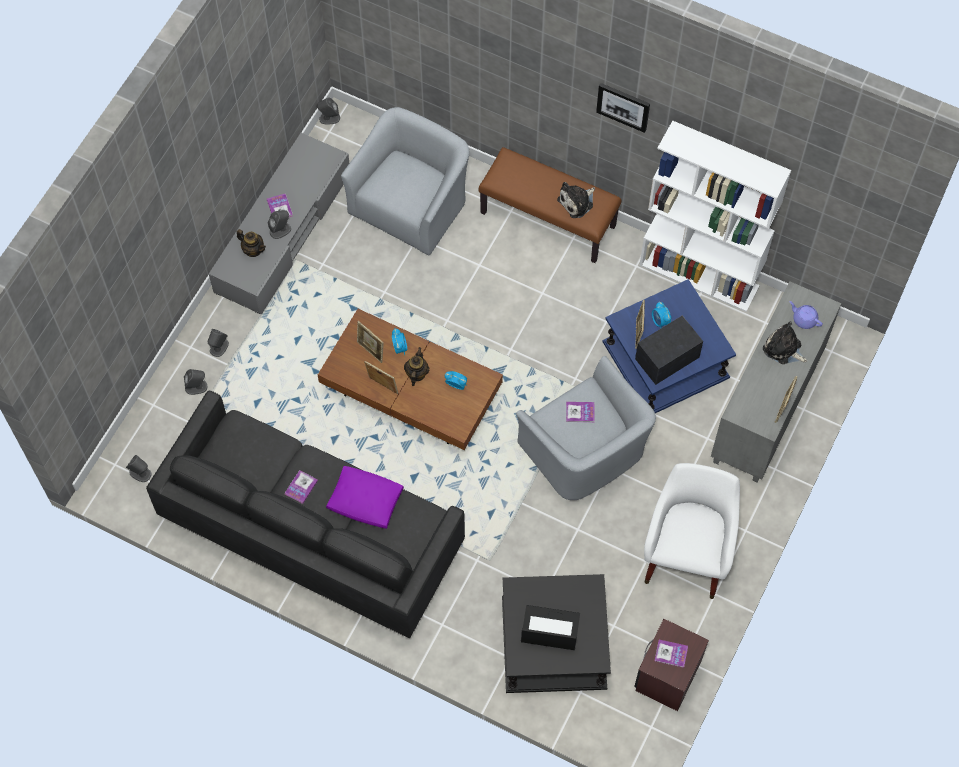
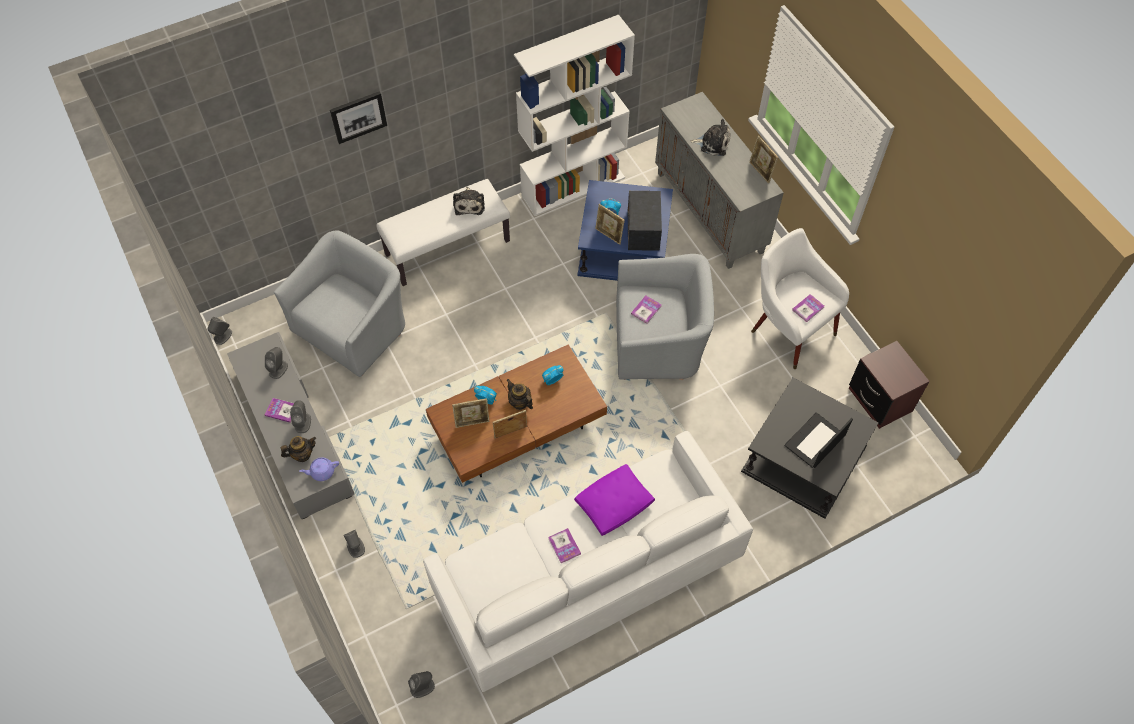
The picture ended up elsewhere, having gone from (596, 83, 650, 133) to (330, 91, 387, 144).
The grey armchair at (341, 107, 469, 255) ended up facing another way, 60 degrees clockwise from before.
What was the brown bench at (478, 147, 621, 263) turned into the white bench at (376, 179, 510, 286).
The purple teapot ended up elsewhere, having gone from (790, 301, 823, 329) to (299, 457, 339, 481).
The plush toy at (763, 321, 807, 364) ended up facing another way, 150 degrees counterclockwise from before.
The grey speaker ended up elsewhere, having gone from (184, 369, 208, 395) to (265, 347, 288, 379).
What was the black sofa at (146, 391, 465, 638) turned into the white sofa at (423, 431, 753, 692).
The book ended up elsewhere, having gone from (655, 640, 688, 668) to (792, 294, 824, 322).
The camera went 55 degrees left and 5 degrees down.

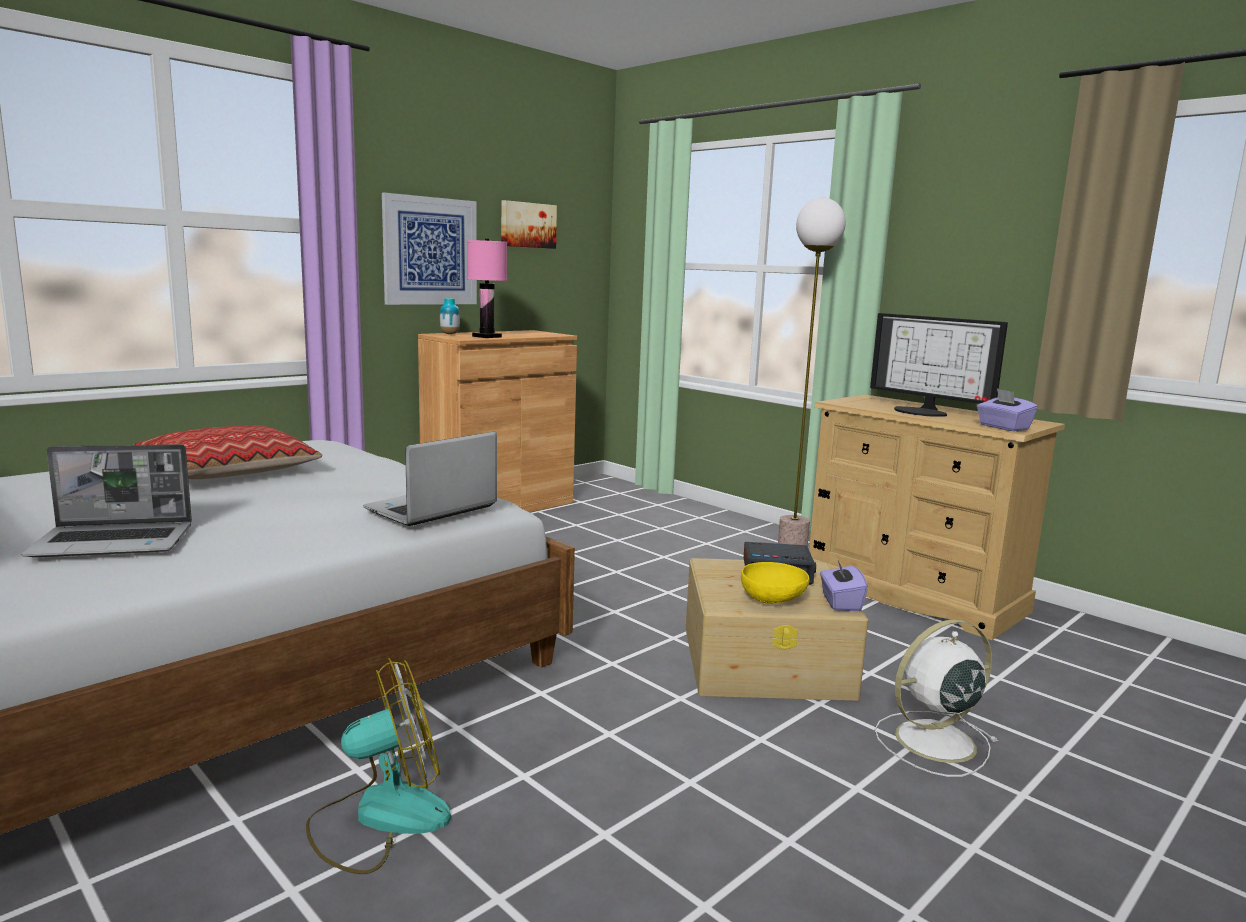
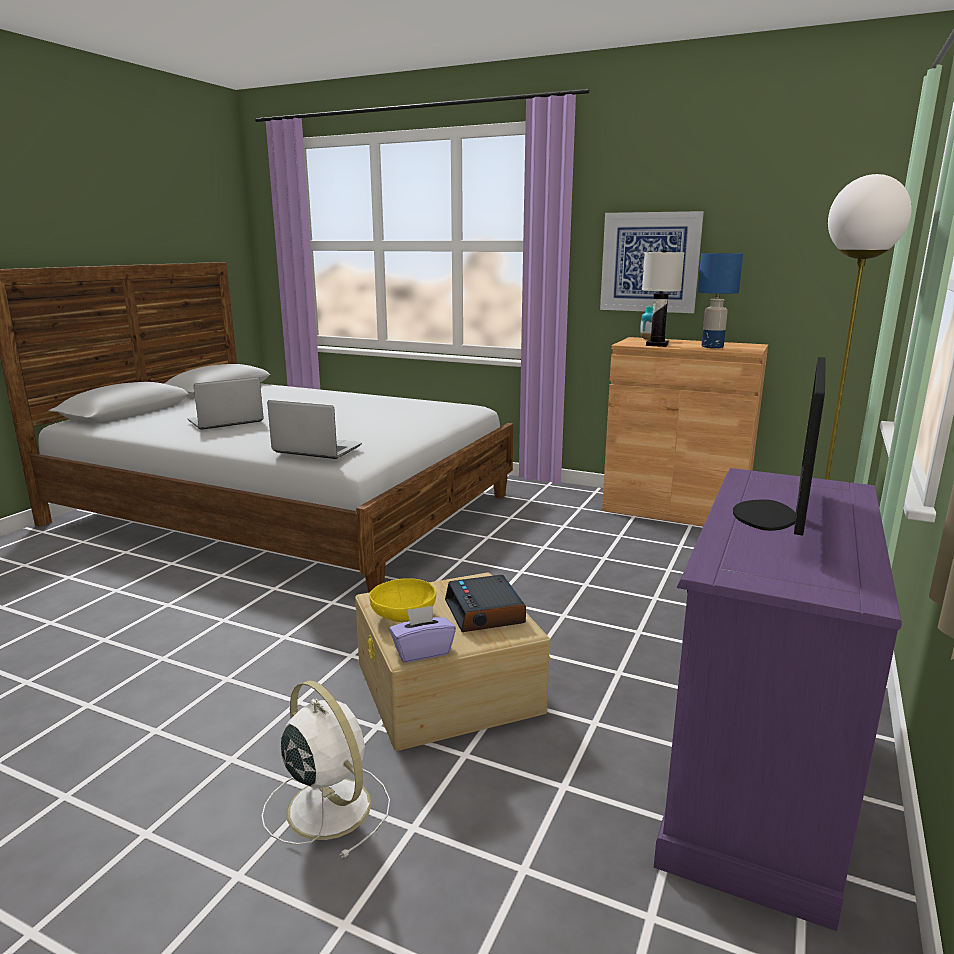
The second view lost the picture at (501, 200, 557, 249).
What was the pink table lamp at (467, 239, 507, 338) turned into the white table lamp at (642, 250, 684, 347).
The second view lost the purple tissue box at (977, 389, 1038, 431).
What was the beige dresser at (809, 394, 1065, 640) turned into the purple dresser at (654, 468, 902, 931).
The second view lost the pillow at (133, 425, 322, 479).
The laptop at (21, 444, 192, 557) ended up facing another way, 90 degrees clockwise from before.
The second view lost the fan at (306, 658, 451, 874).
The second view gained the blue table lamp at (698, 253, 743, 348).
The camera went 70 degrees right and 5 degrees up.

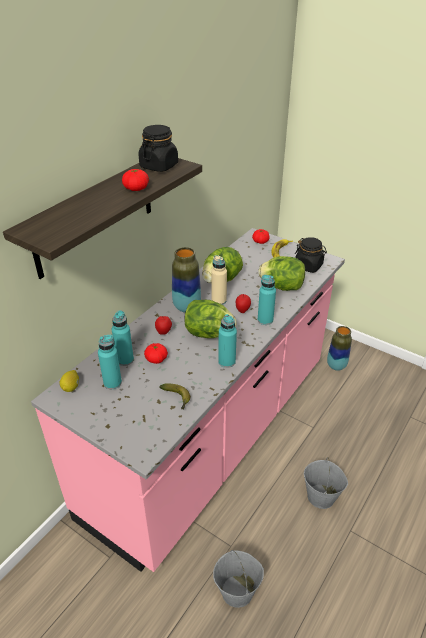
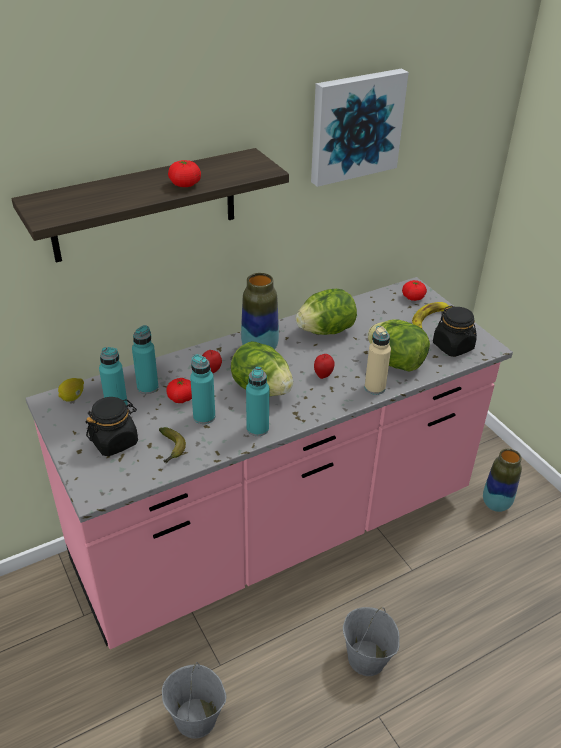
The black jar ended up elsewhere, having gone from (138, 125, 178, 172) to (86, 397, 138, 456).
The beige bottle ended up elsewhere, having gone from (211, 255, 227, 305) to (365, 326, 391, 395).
The turquoise bottle ended up elsewhere, having gone from (258, 275, 276, 325) to (190, 354, 215, 424).
The second view gained the picture at (311, 69, 409, 187).
The camera went 25 degrees right and 0 degrees up.

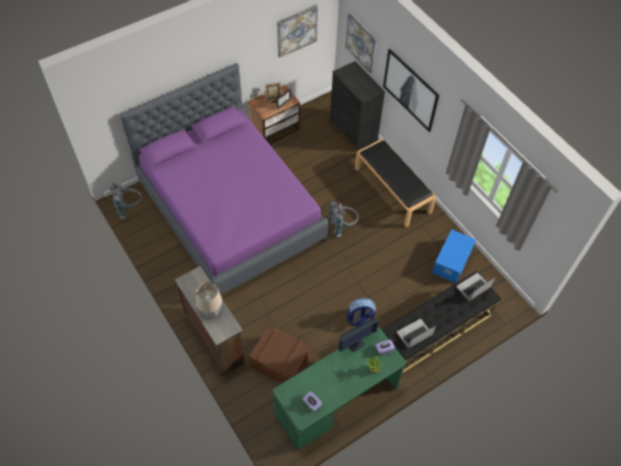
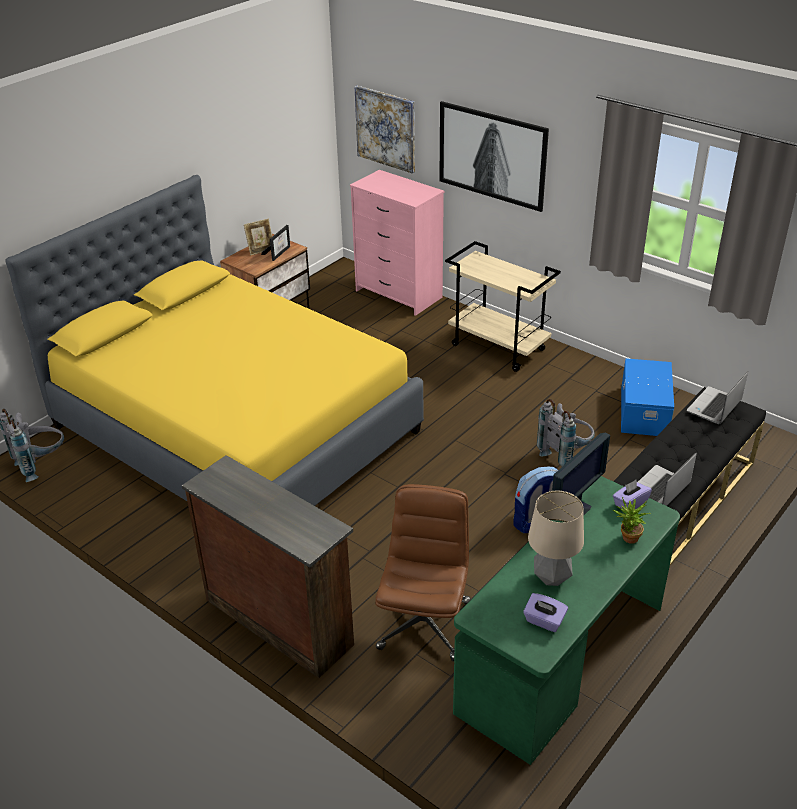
The second view lost the picture at (277, 5, 318, 58).
What was the black dresser at (330, 61, 385, 152) turned into the pink dresser at (350, 170, 444, 316).
What was the purple bed at (120, 63, 328, 296) turned into the yellow bed at (5, 175, 424, 506).
Where the black bench stood at (355, 138, 436, 228), the beige cart came to stand at (445, 241, 561, 372).
The grey backpack ended up elsewhere, having gone from (329, 200, 359, 237) to (537, 399, 595, 468).
The table lamp ended up elsewhere, having gone from (196, 282, 222, 318) to (528, 490, 584, 586).
Where the brown storage box stood at (249, 325, 312, 384), the brown office chair came to stand at (375, 484, 471, 661).
The camera went 15 degrees left and 20 degrees down.

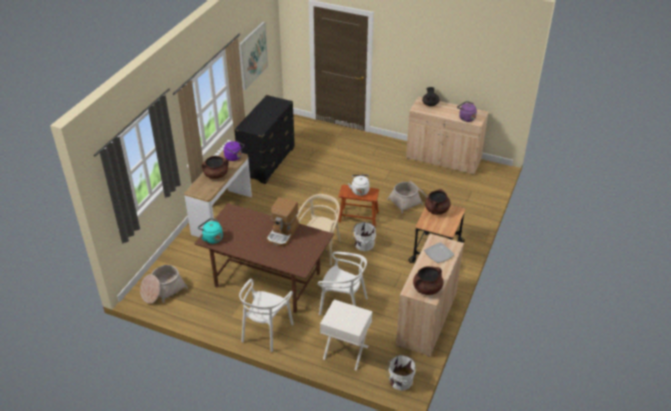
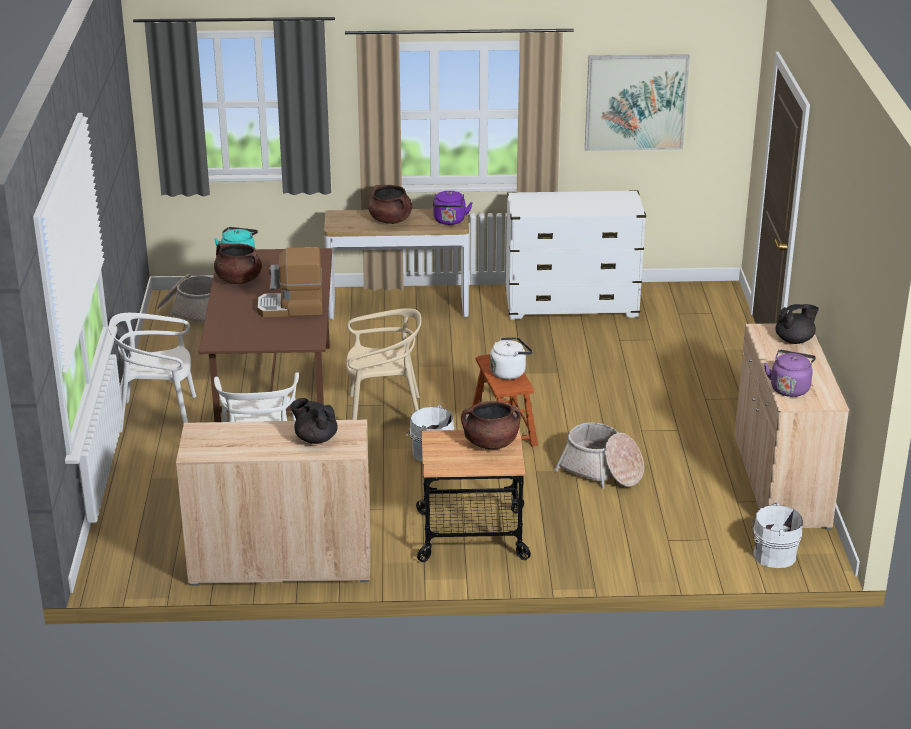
What was the black dresser at (234, 95, 295, 184) turned into the white dresser at (505, 190, 646, 319).
Where the plate stood at (424, 242, 455, 263), the black teapot came to stand at (290, 398, 338, 444).
The brown cooking pot ended up elsewhere, having gone from (413, 266, 443, 295) to (214, 243, 262, 284).
The second view lost the white nightstand at (320, 299, 372, 370).
The white bucket ended up elsewhere, having gone from (387, 355, 416, 391) to (752, 503, 803, 568).
The camera went 65 degrees right and 10 degrees down.

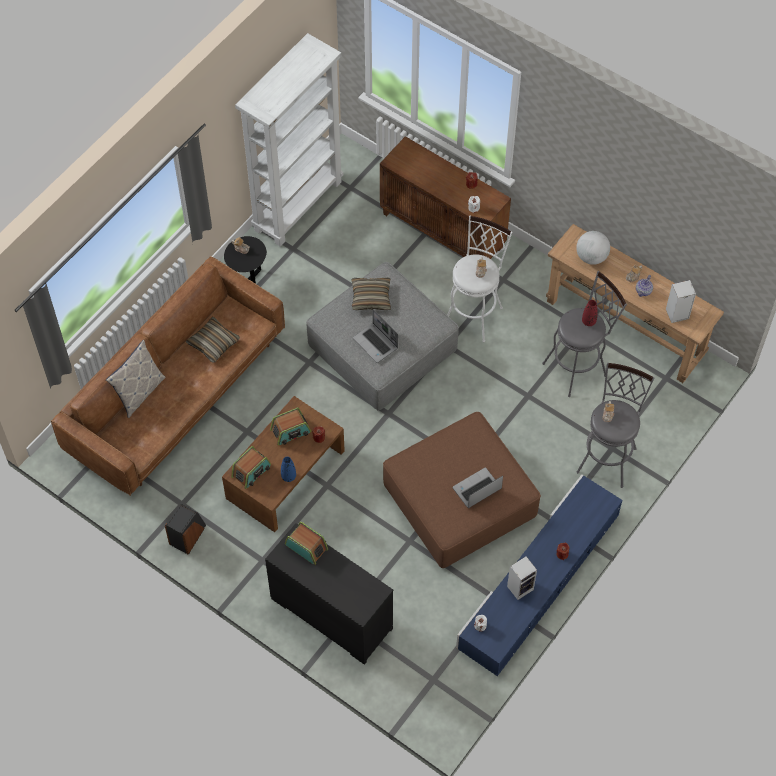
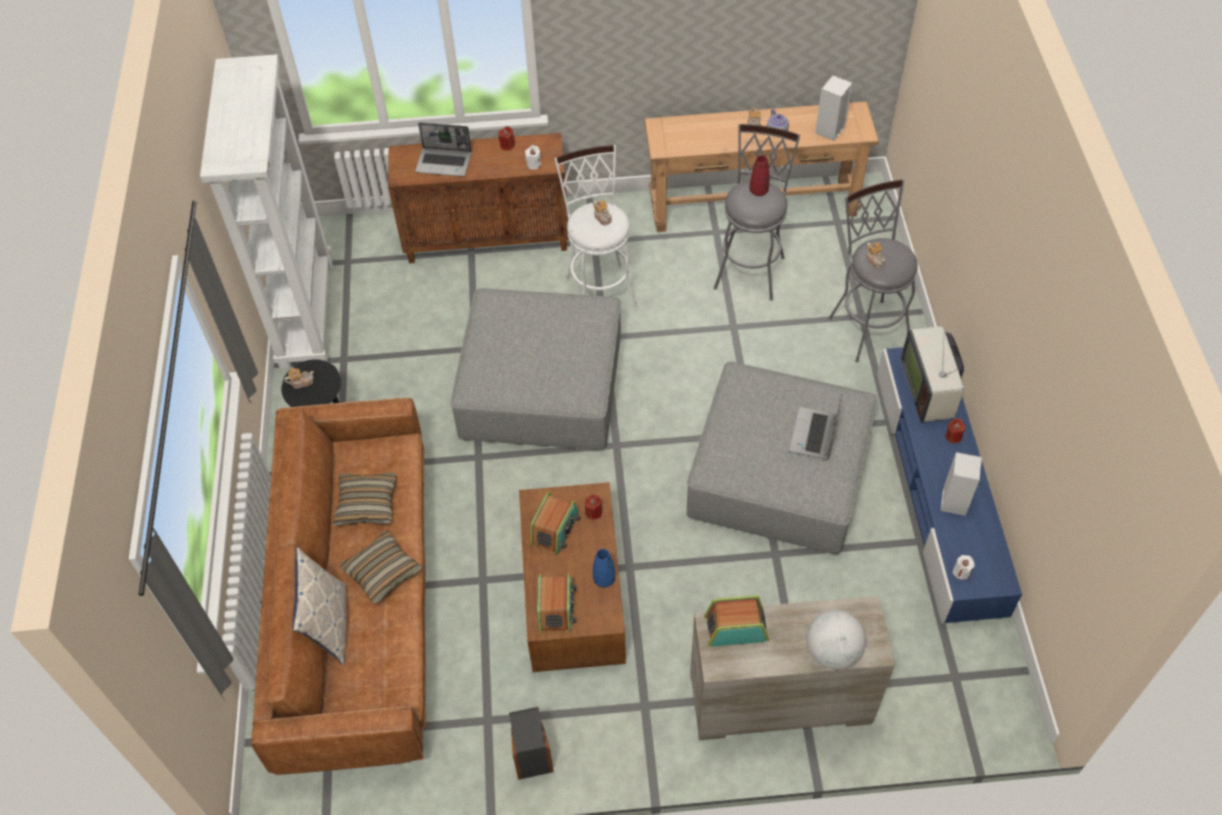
The globe ended up elsewhere, having gone from (576, 231, 610, 265) to (806, 610, 866, 670).
The pillow ended up elsewhere, having gone from (352, 277, 391, 310) to (339, 531, 423, 604).
The laptop ended up elsewhere, having gone from (353, 310, 398, 363) to (415, 122, 472, 177).
What was the brown ottoman at (383, 412, 541, 568) turned into the grey ottoman at (687, 362, 878, 554).
What was the black dresser at (265, 523, 393, 665) turned into the beige dresser at (690, 595, 895, 740).
The second view gained the television at (901, 326, 964, 422).
The camera went 40 degrees left and 5 degrees down.

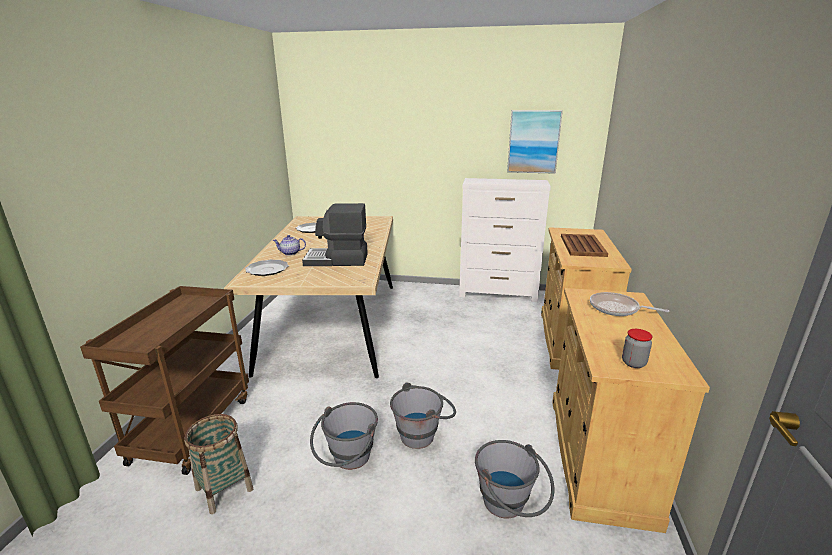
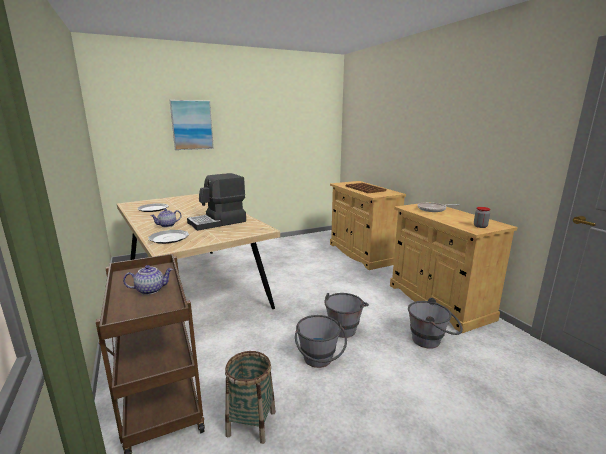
The picture ended up elsewhere, having gone from (507, 110, 563, 174) to (170, 100, 214, 150).
The second view lost the white dresser at (459, 178, 551, 302).
The second view gained the teapot at (123, 265, 173, 295).
The camera went 35 degrees left and 5 degrees down.

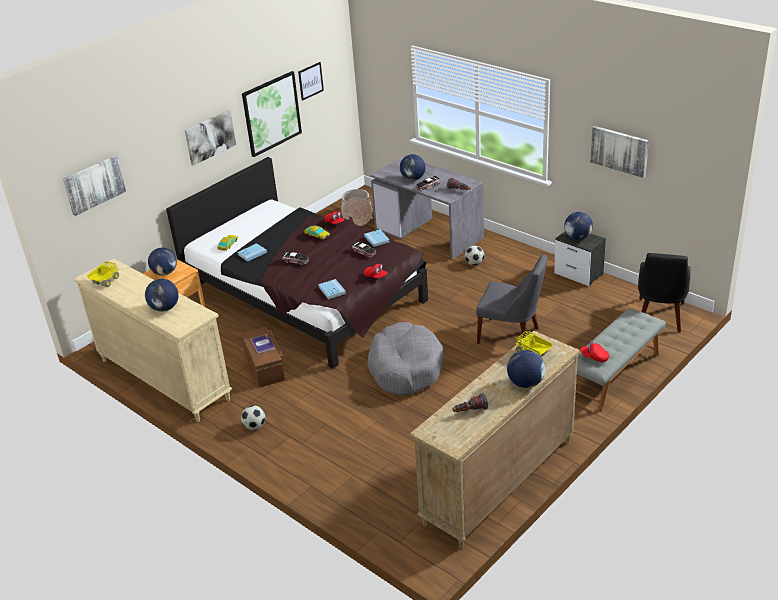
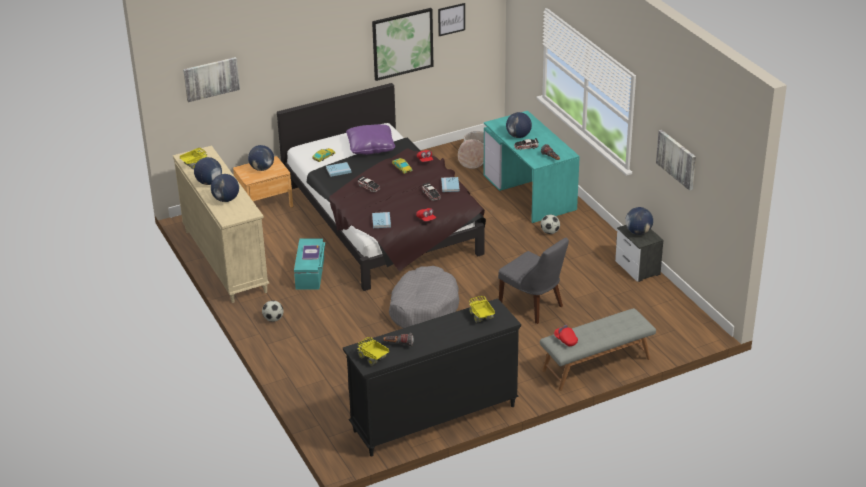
The second view lost the picture at (185, 110, 236, 166).
What was the grey desk at (371, 156, 484, 260) turned into the turquoise desk at (484, 111, 580, 223).
The second view lost the black chair at (638, 253, 690, 332).
What was the brown storage box at (241, 327, 285, 388) turned into the turquoise storage box at (294, 239, 325, 289).
What was the beige dresser at (410, 331, 580, 549) turned into the black dresser at (343, 299, 521, 456).
The globe ended up elsewhere, having gone from (507, 350, 545, 388) to (194, 157, 222, 185).
The second view gained the purple pillow at (346, 124, 395, 155).
The second view gained the toy truck at (357, 337, 389, 366).
The camera went 20 degrees right and 0 degrees up.

